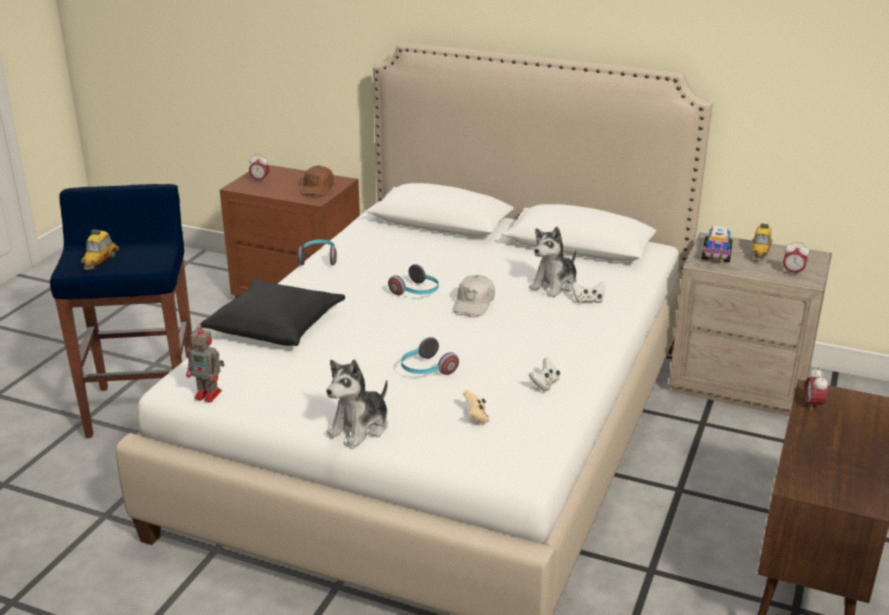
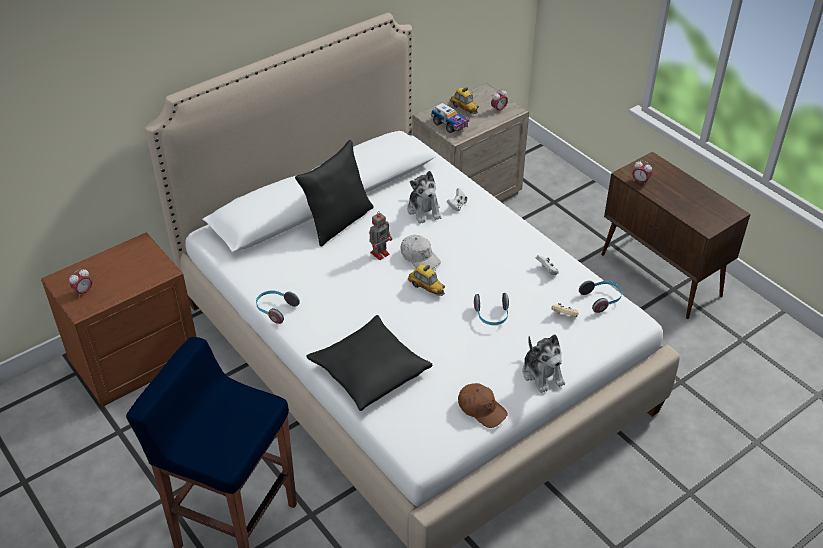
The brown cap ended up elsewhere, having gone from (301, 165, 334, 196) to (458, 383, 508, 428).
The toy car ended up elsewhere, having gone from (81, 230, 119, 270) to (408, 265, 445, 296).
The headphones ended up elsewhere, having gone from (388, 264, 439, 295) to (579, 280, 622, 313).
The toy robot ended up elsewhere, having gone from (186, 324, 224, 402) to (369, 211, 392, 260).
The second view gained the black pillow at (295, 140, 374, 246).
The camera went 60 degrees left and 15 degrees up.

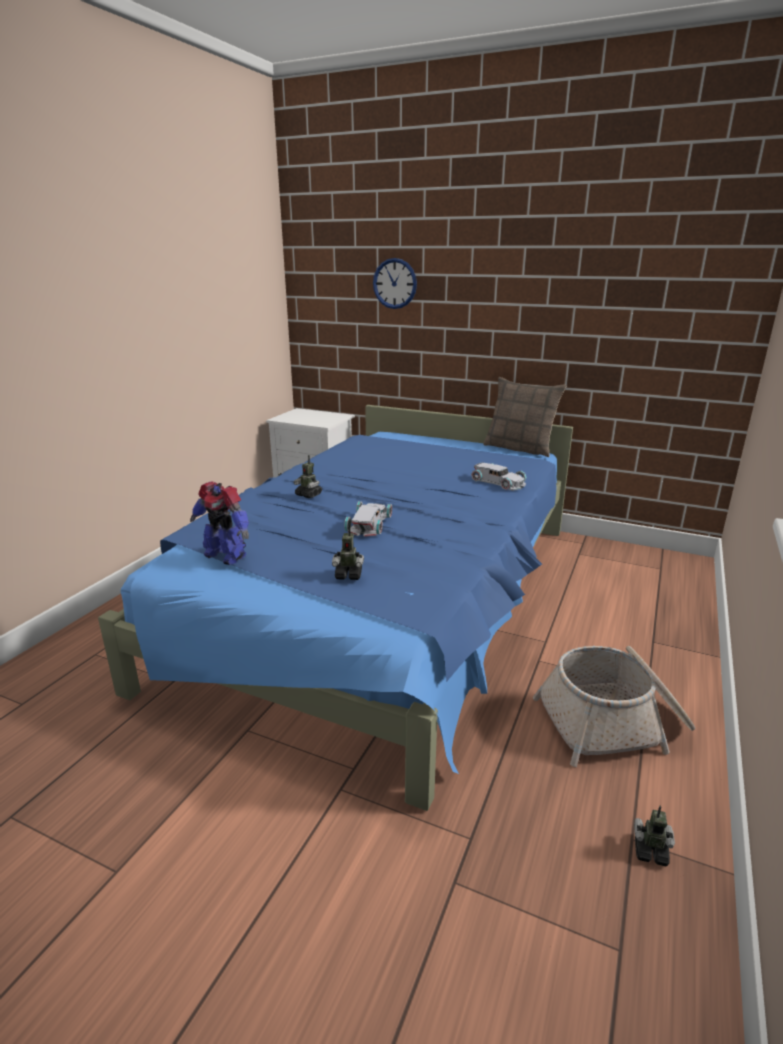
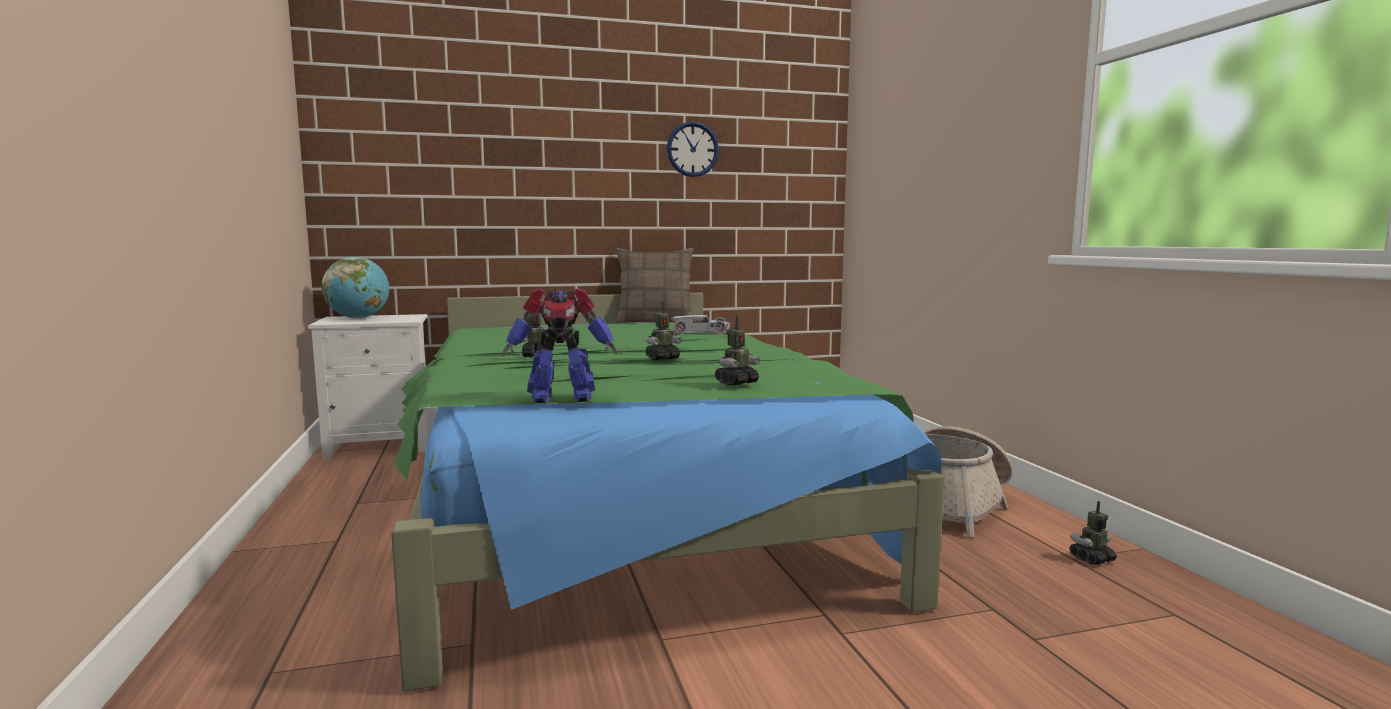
The wall clock ended up elsewhere, having gone from (373, 258, 417, 309) to (667, 122, 719, 177).
What was the blue bed at (98, 405, 573, 811) turned into the green bed at (391, 293, 945, 691).
Where the white toy car stood at (344, 501, 392, 537), the toy robot came to stand at (646, 301, 682, 360).
The second view gained the globe at (322, 257, 389, 319).
The camera went 40 degrees left and 15 degrees down.

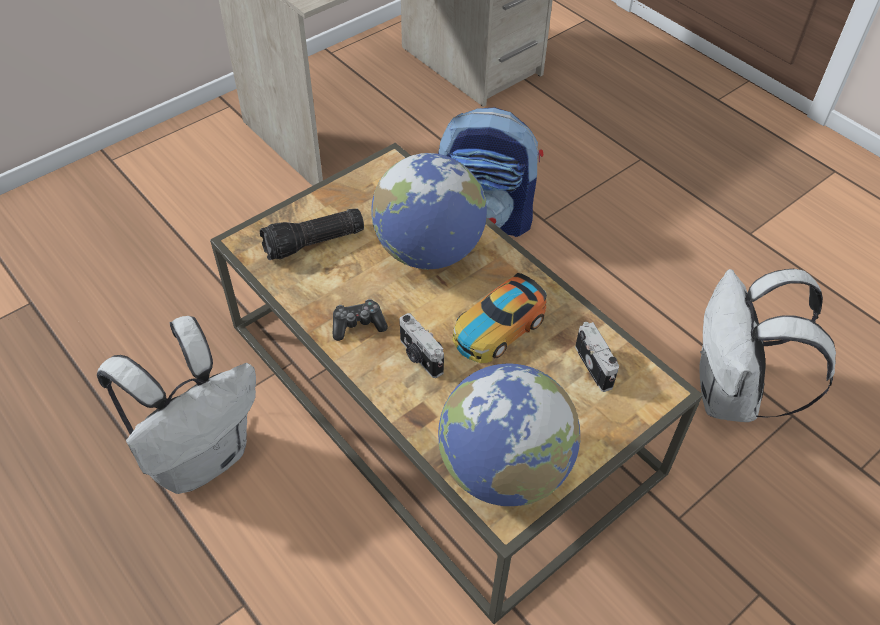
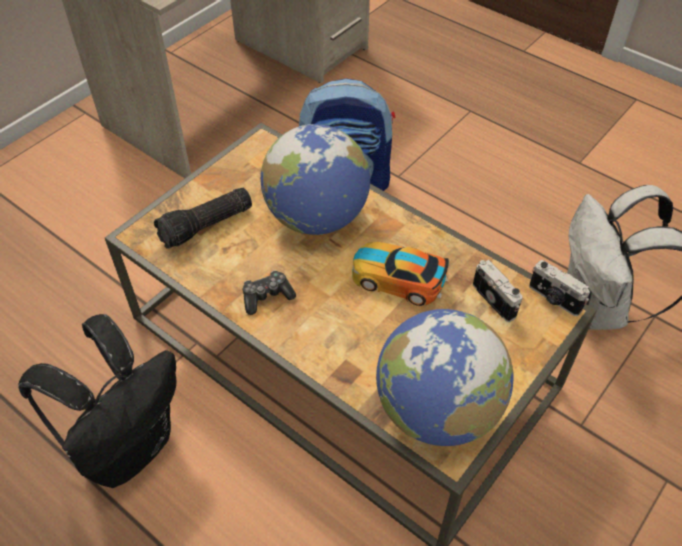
The toy car at (452, 273, 547, 363) ended up facing another way, 75 degrees clockwise from before.
The photo camera ended up elsewhere, having gone from (399, 313, 444, 378) to (529, 260, 590, 316).
What was the white backpack at (97, 316, 256, 494) turned into the black backpack at (18, 314, 177, 488).
The camera went 10 degrees left and 0 degrees up.

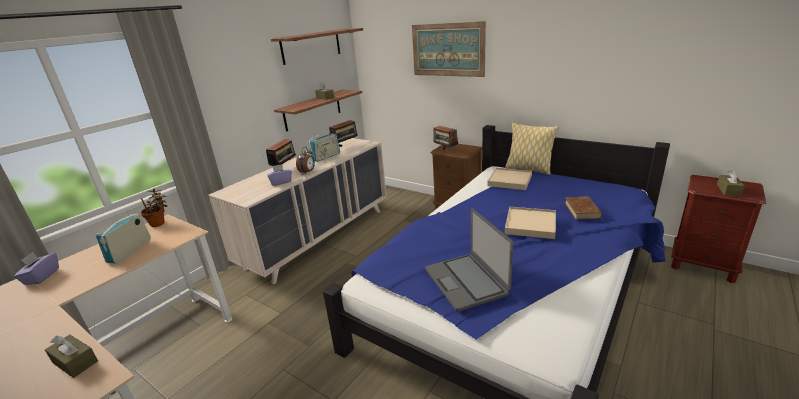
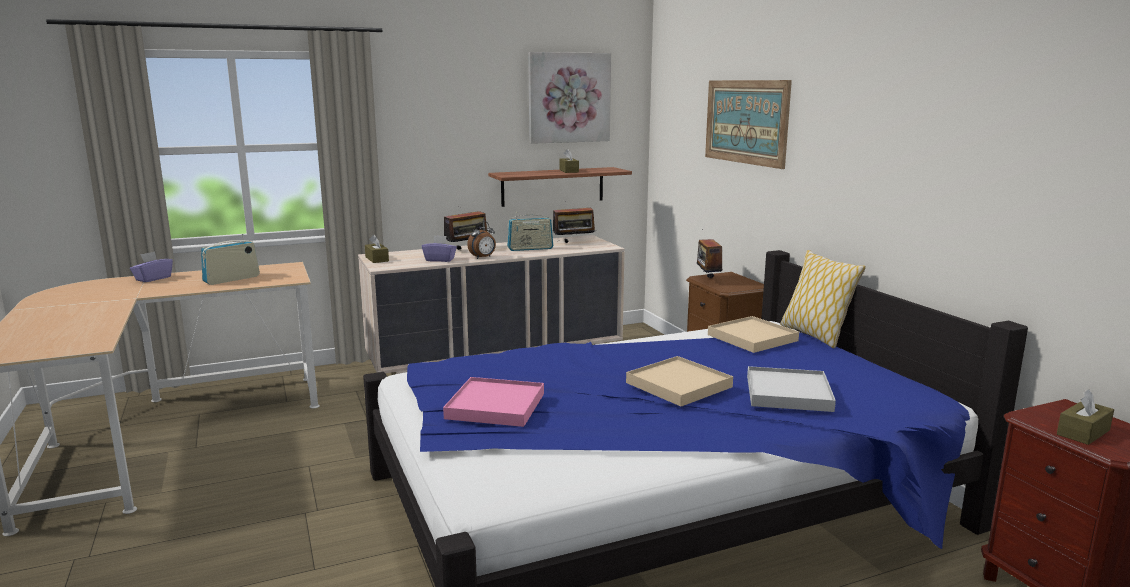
Where the shelf hung at (271, 28, 363, 65), the picture came to hang at (528, 52, 611, 144).
The second view lost the potted plant at (141, 188, 167, 227).
Where the brown book stood at (565, 196, 602, 220), the white tray came to stand at (747, 366, 836, 412).
Where the laptop stood at (425, 209, 513, 312), the pink tray came to stand at (443, 377, 544, 427).
The brown tissue box ended up elsewhere, having gone from (45, 335, 98, 378) to (365, 235, 389, 263).
The camera went 30 degrees right and 10 degrees down.

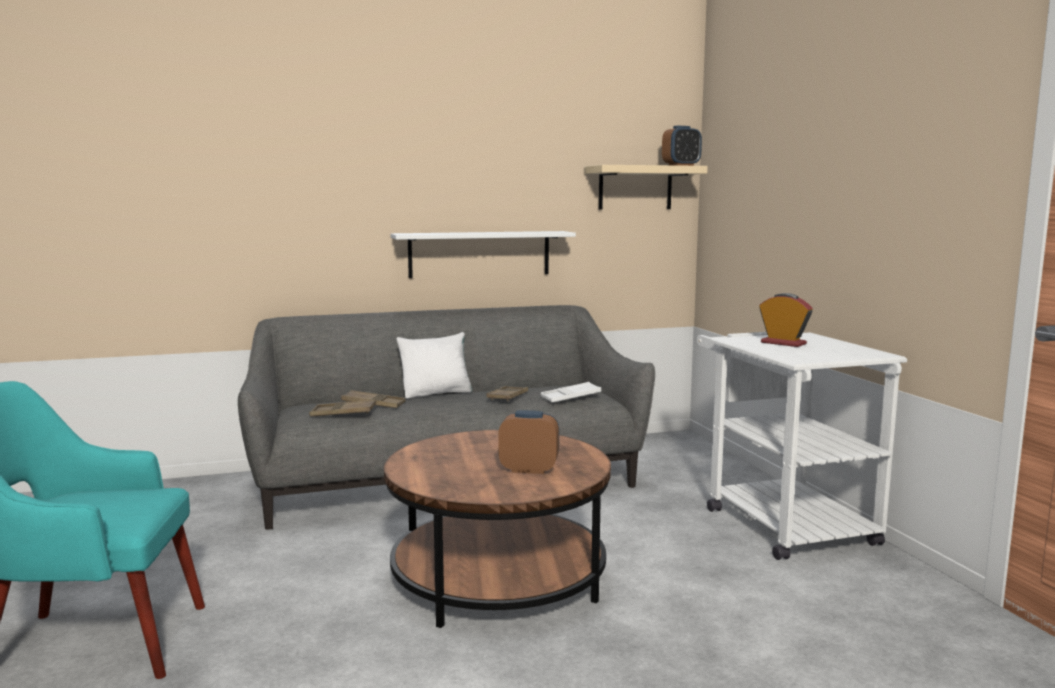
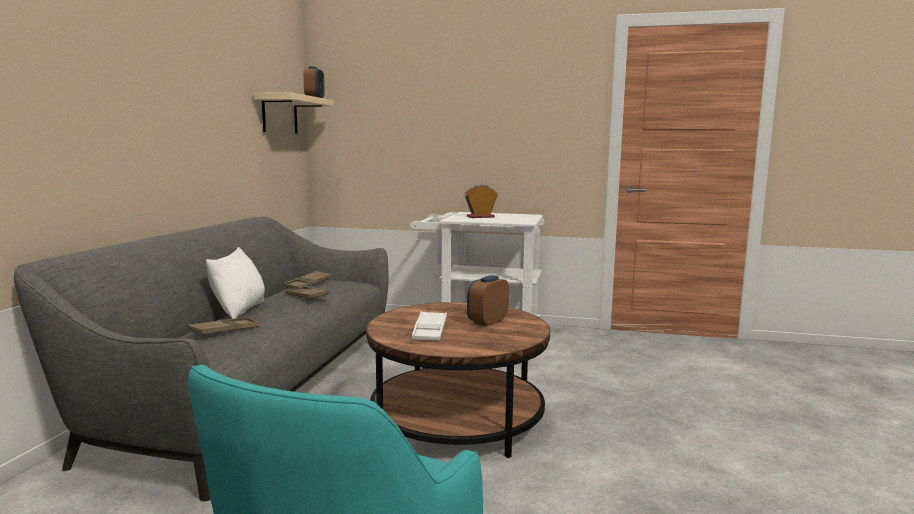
The second view lost the white shelf at (391, 231, 576, 278).
The white tray ended up elsewhere, having gone from (540, 382, 601, 402) to (411, 311, 447, 341).
The brown tray ended up elsewhere, having gone from (309, 399, 376, 416) to (284, 271, 332, 289).
The camera went 60 degrees left and 0 degrees up.

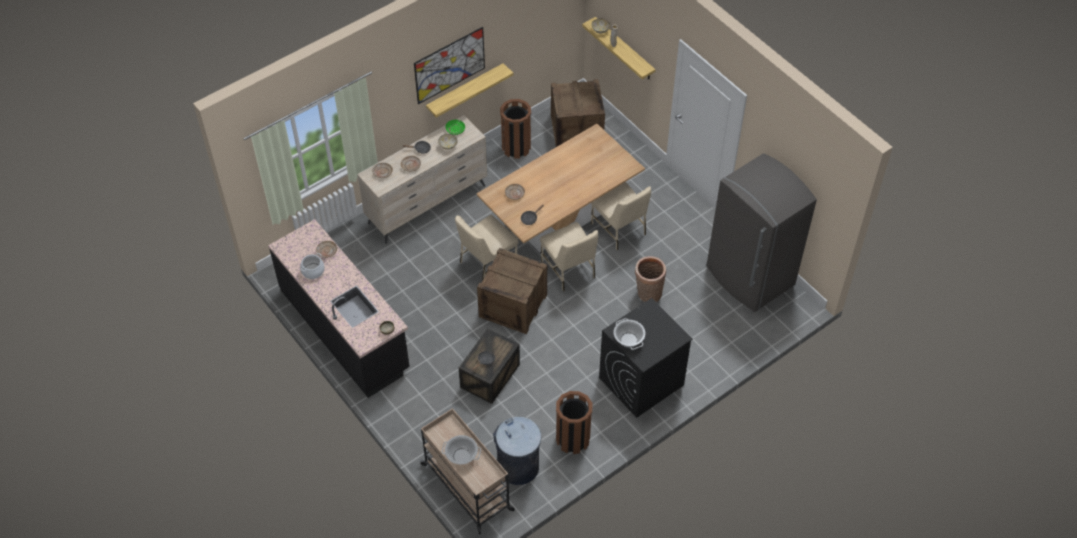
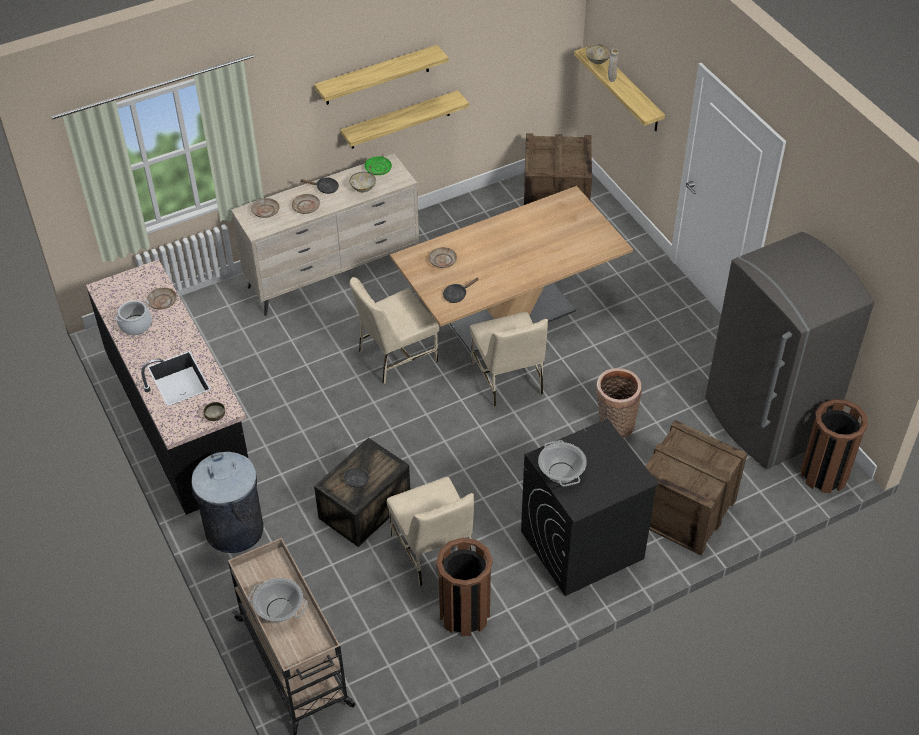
Where the picture hung at (414, 27, 485, 104), the shelf came to hang at (314, 45, 449, 105).
The brown trash can ended up elsewhere, having gone from (500, 99, 531, 159) to (801, 399, 868, 493).
The beige chair ended up elsewhere, having gone from (591, 182, 651, 250) to (387, 477, 474, 587).
The crate ended up elsewhere, having gone from (477, 248, 547, 334) to (645, 420, 747, 555).
The grey trash can ended up elsewhere, having gone from (493, 417, 541, 485) to (191, 452, 264, 553).
The camera went 10 degrees right and 5 degrees down.

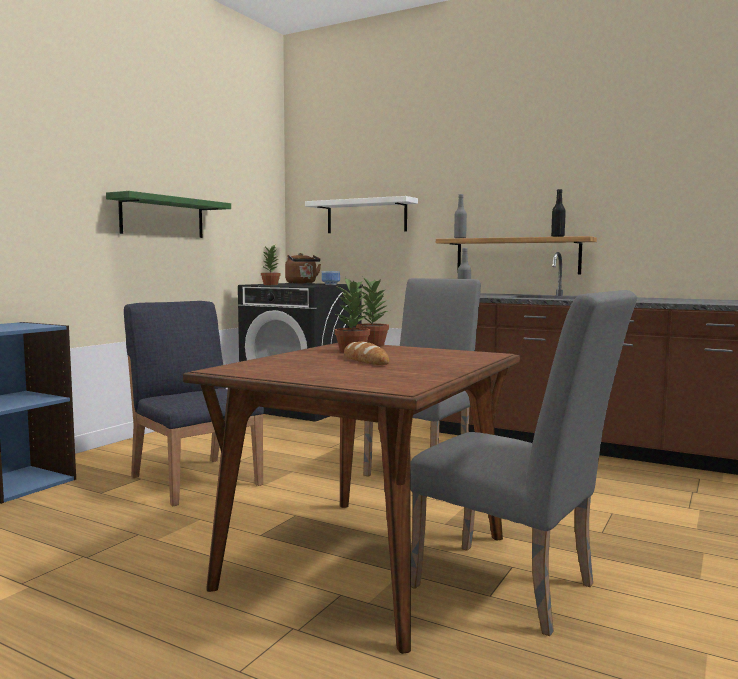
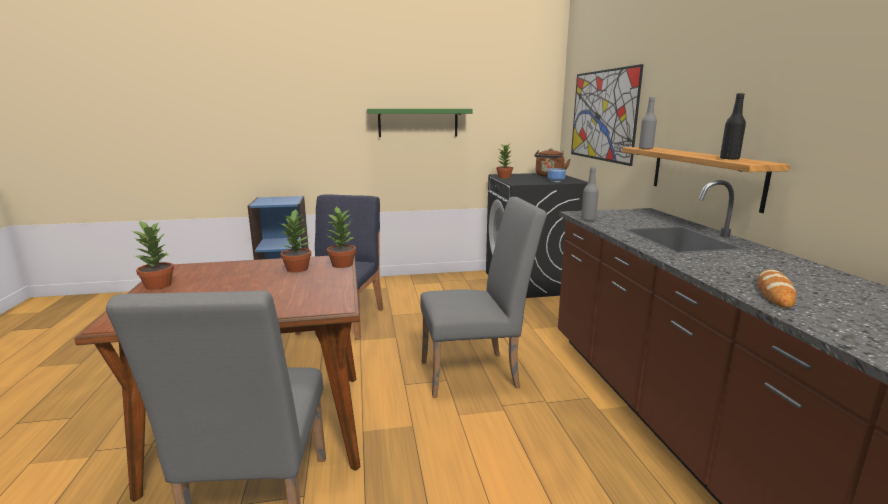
Where the white shelf hung at (305, 196, 418, 233), the picture came to hang at (571, 64, 644, 166).
The bread ended up elsewhere, having gone from (344, 342, 389, 365) to (758, 269, 796, 308).
The second view gained the potted plant at (132, 221, 174, 290).
The camera went 50 degrees right and 10 degrees up.

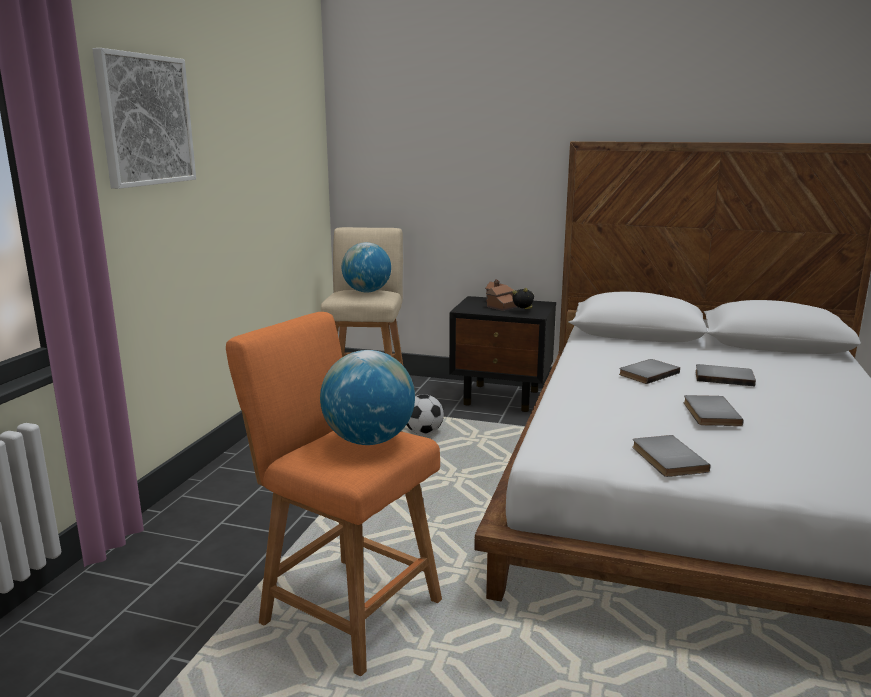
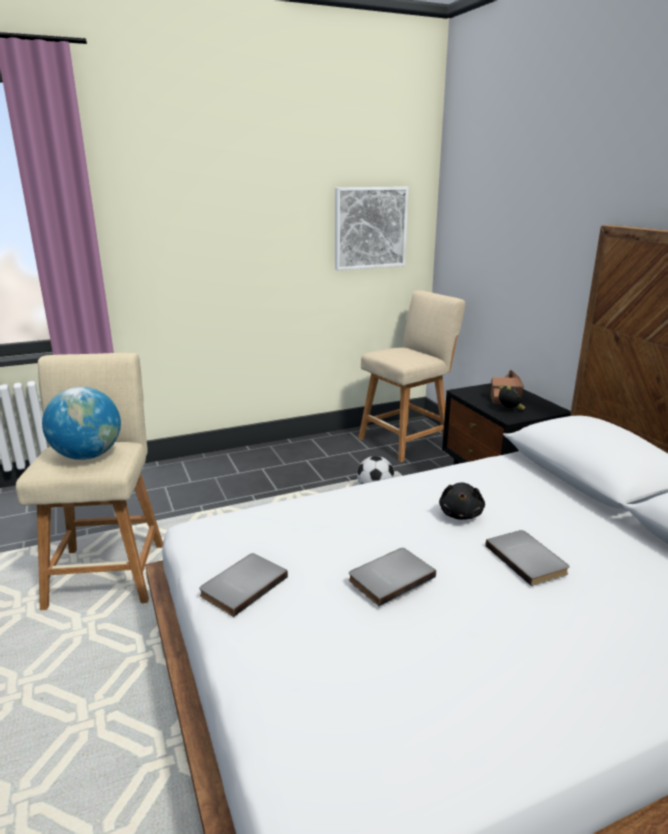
The picture ended up elsewhere, having gone from (92, 48, 196, 189) to (335, 187, 408, 270).
The second view lost the globe at (342, 242, 391, 292).
What was the orange stool at (226, 312, 442, 676) turned into the beige stool at (16, 353, 163, 610).
Where the grey book stood at (619, 359, 680, 384), the black plush toy came to stand at (439, 482, 485, 520).
The camera went 50 degrees right and 5 degrees up.

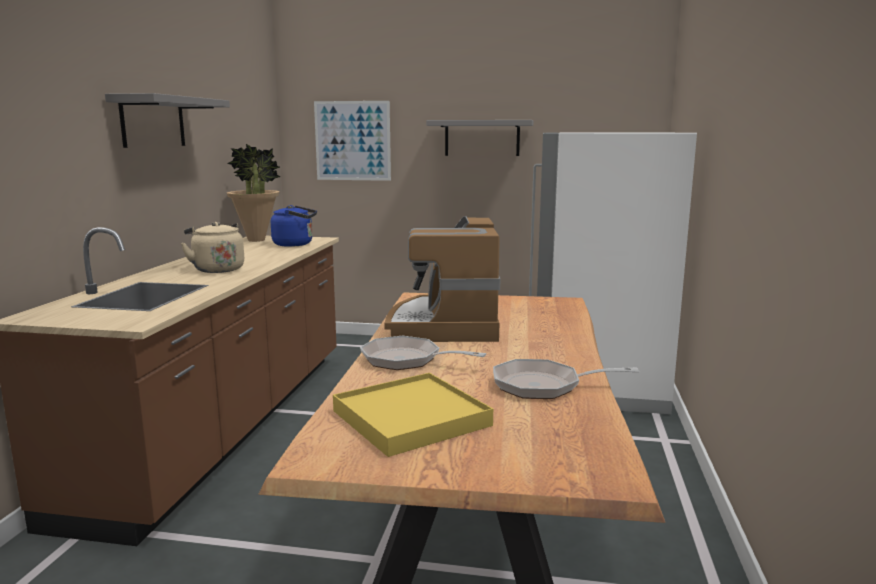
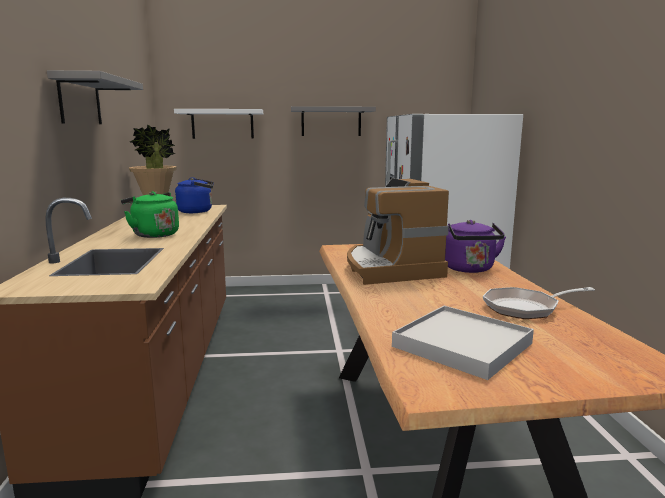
Where the picture hung at (314, 101, 391, 181), the white shelf came to hang at (174, 109, 263, 139).
What was the beige kettle at (181, 222, 244, 273) turned into the green kettle at (121, 191, 179, 238).
The second view lost the frying pan at (360, 336, 486, 370).
What was the yellow tray at (333, 373, 493, 457) turned into the white tray at (392, 306, 534, 380).
The second view gained the purple kettle at (445, 220, 506, 273).
The camera went 15 degrees left and 0 degrees up.

